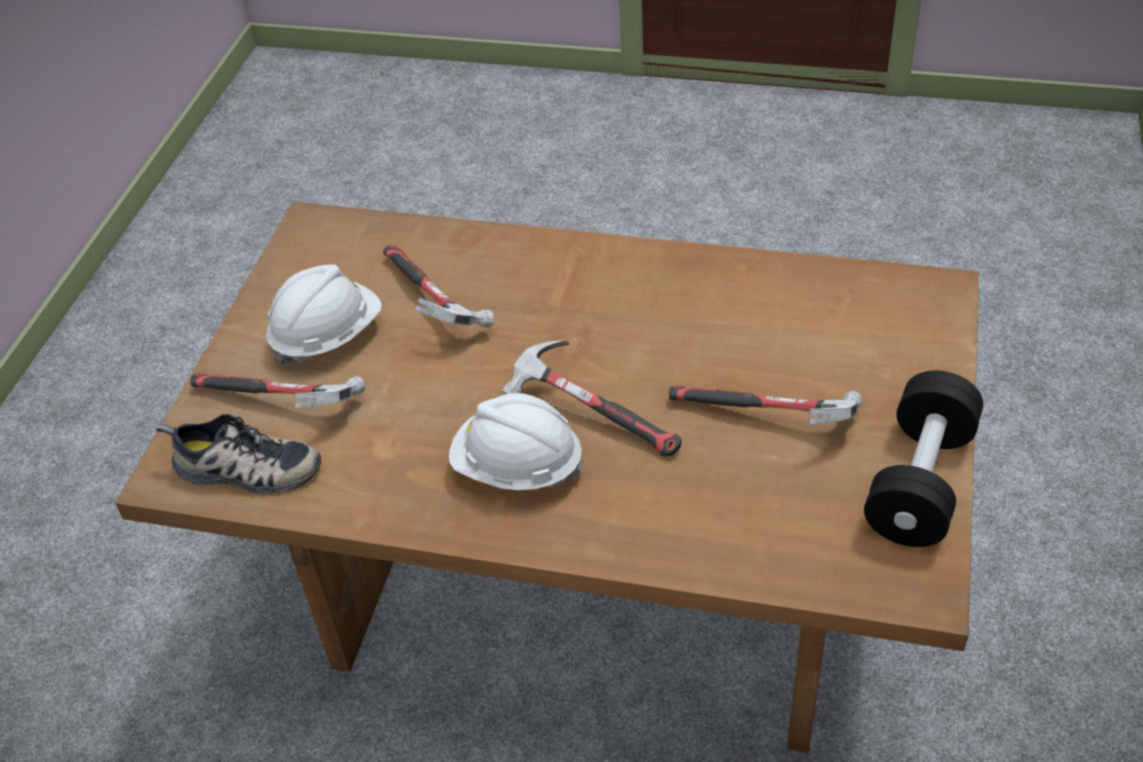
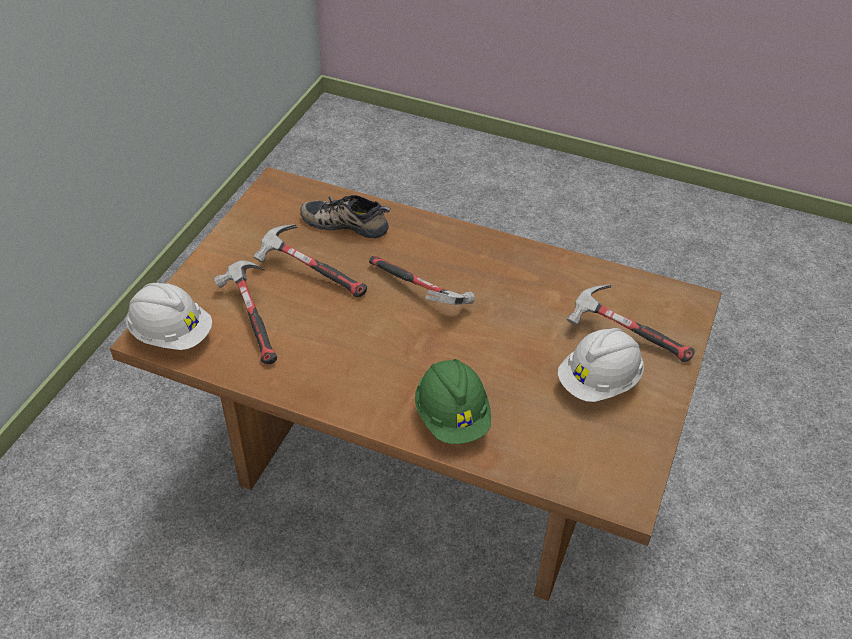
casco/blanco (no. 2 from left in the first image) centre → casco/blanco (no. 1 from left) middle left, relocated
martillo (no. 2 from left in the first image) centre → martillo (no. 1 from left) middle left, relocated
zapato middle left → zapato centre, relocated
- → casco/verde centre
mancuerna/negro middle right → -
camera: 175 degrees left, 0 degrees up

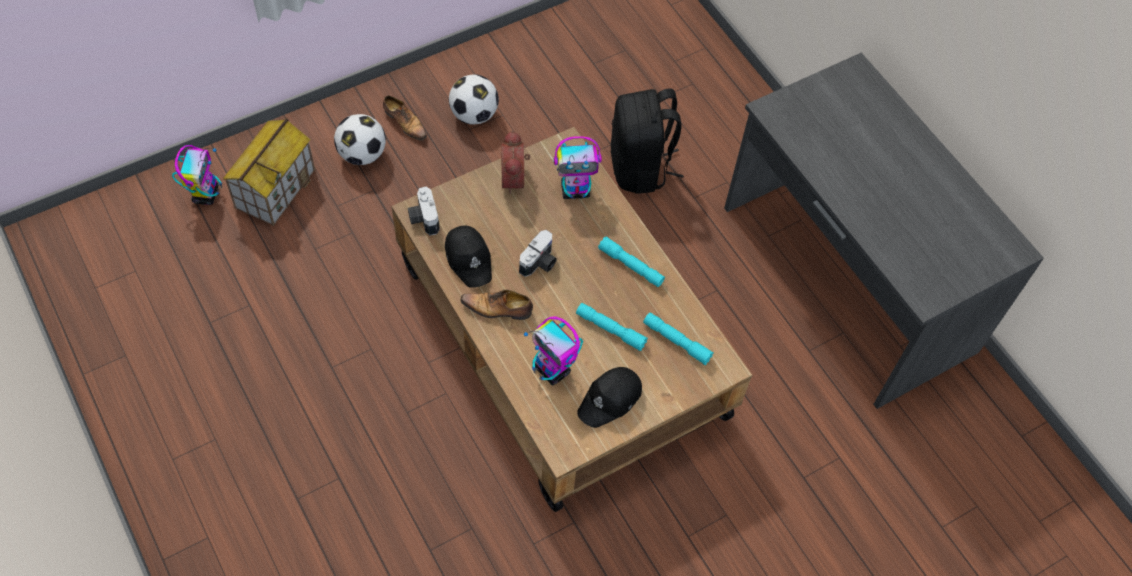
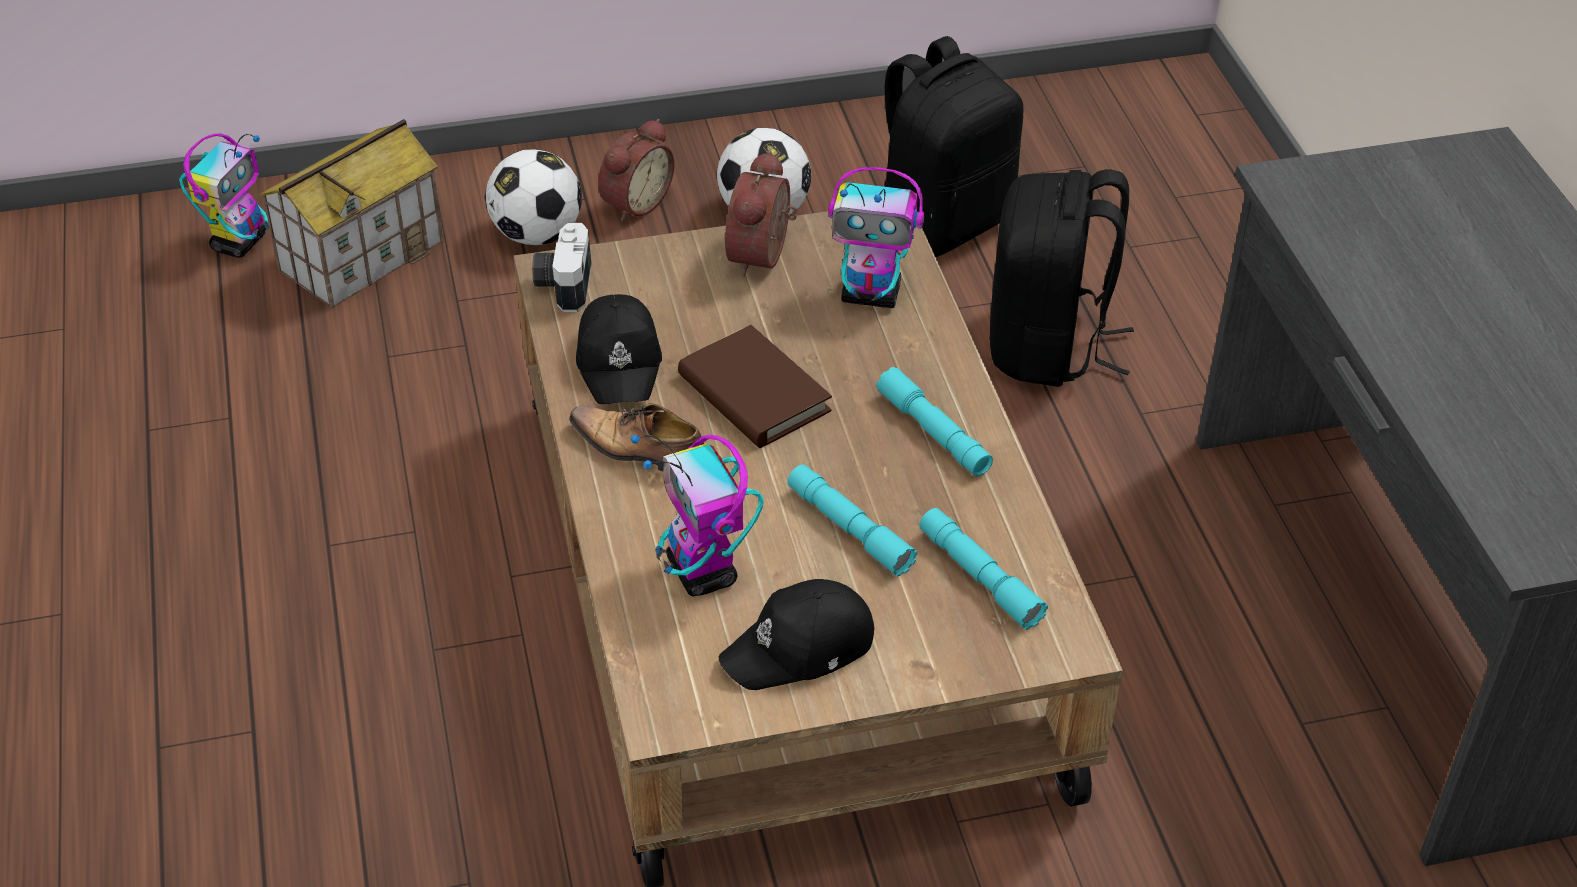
zapato (no. 1 from left) top centre → despertador (no. 1 from left) top centre
cámara (no. 2 from left) centre → libro/marrón centre
- → mochila/negro (no. 1 from left) top centre
camera: 20 degrees right, 15 degrees down

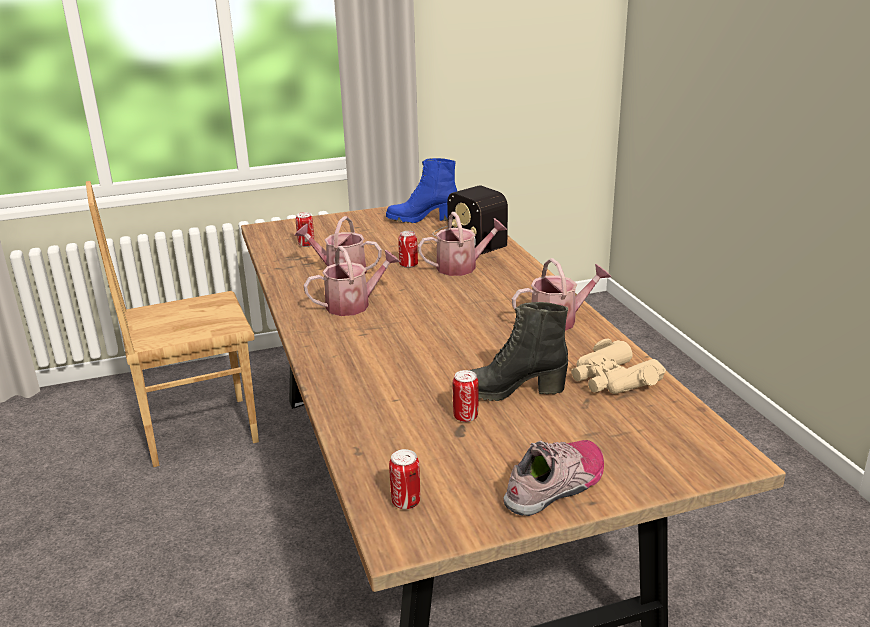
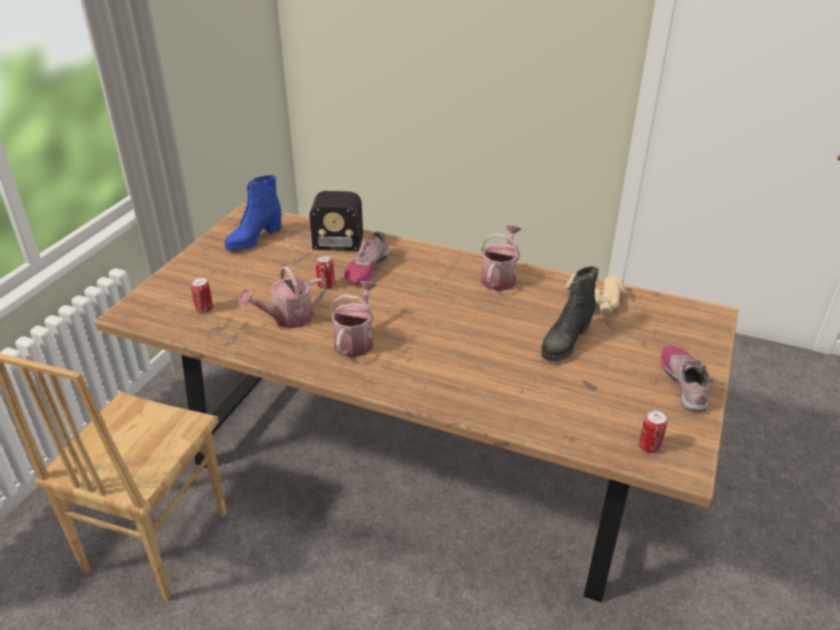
regadera (no. 3 from left) centre → zapato (no. 1 from left) centre
lata (no. 4 from left) centre → -
camera: 50 degrees left, 10 degrees up

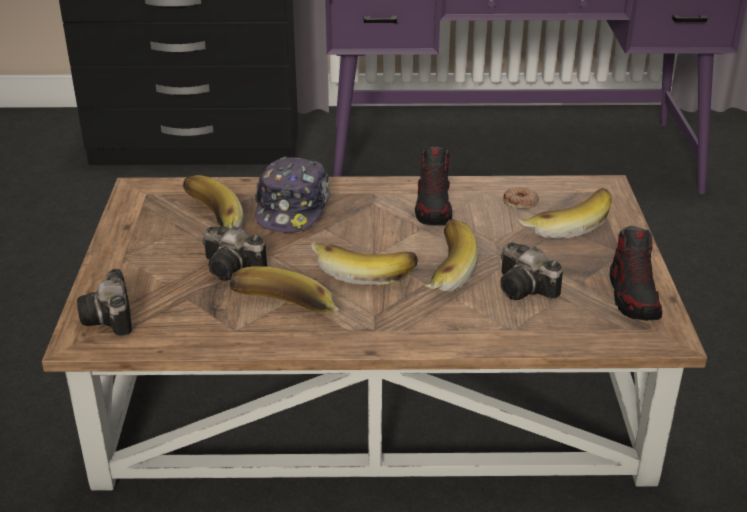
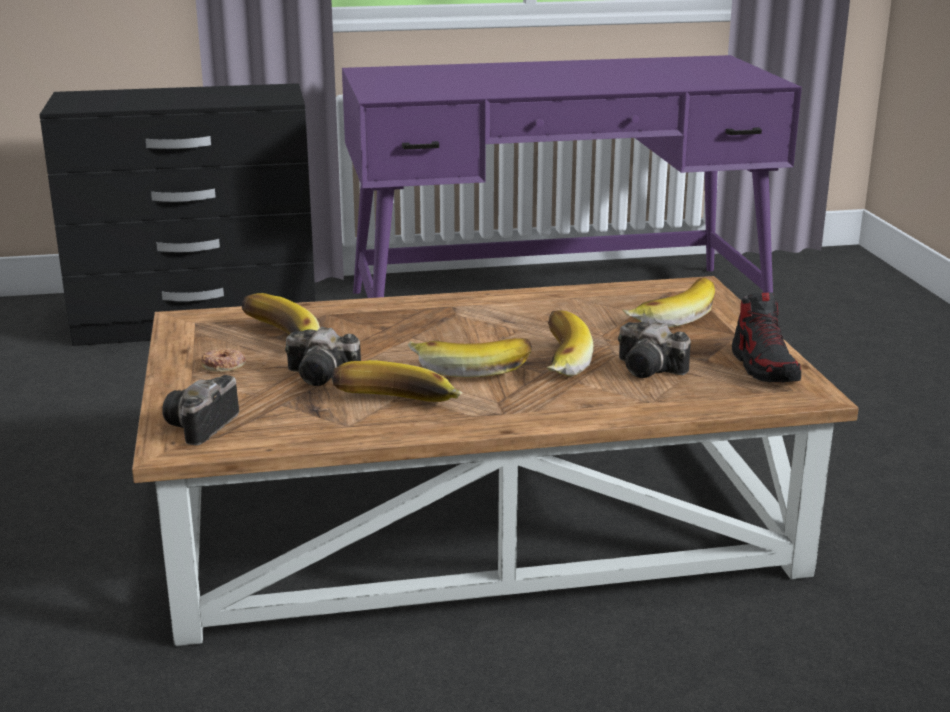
cámara (no. 1 from left) middle left, 45 degrees clockwise
rosquilla middle right → rosquilla middle left, relocated
gorra centre → -
zapato (no. 1 from left) centre → -
camera: 10 degrees left, 10 degrees down

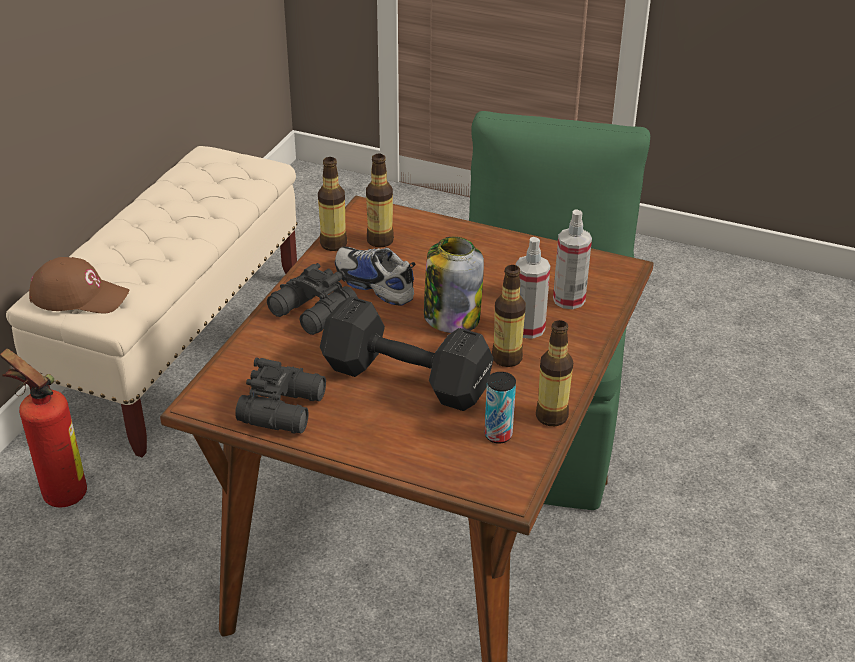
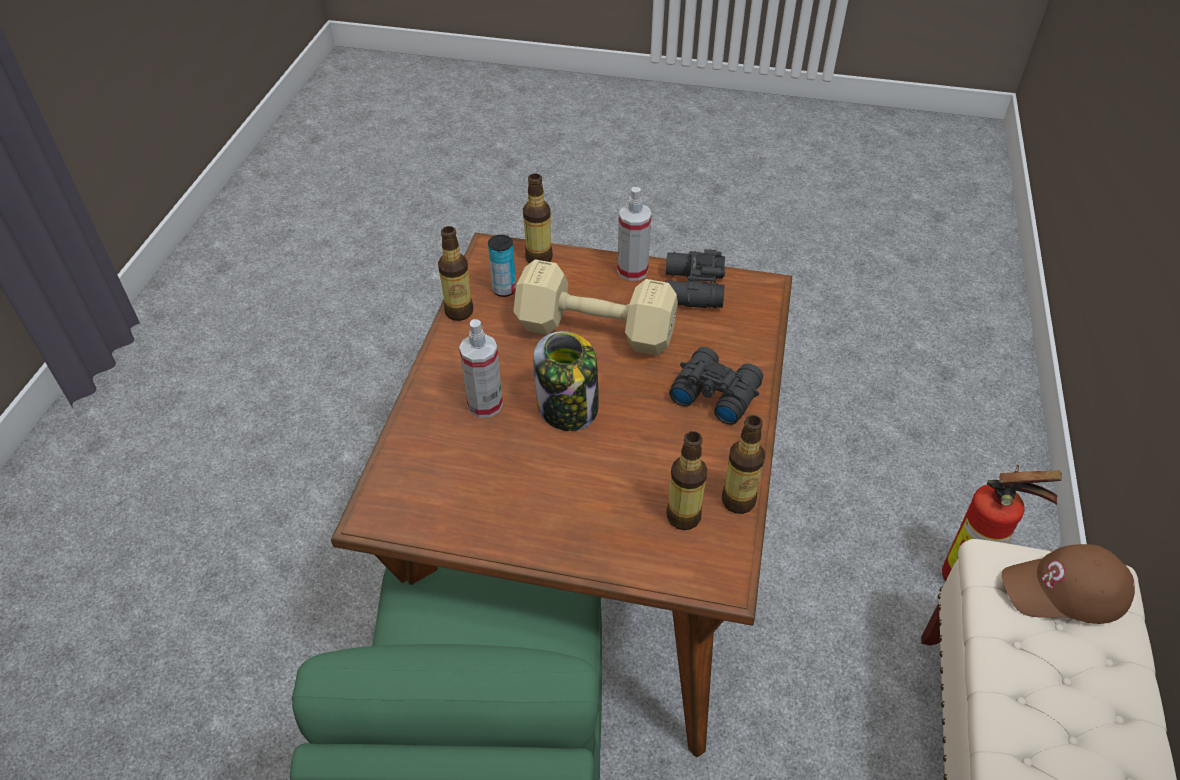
mancuerna/negro centre → mancuerna/beis centre
botella (no. 3 from left in the first image) centre → botella (no. 2 from left) top centre, relocated
pulverizador (no. 2 from left) middle right → pulverizador (no. 2 from left) top centre, relocated
zapato centre → -
camera: 170 degrees right, 10 degrees up

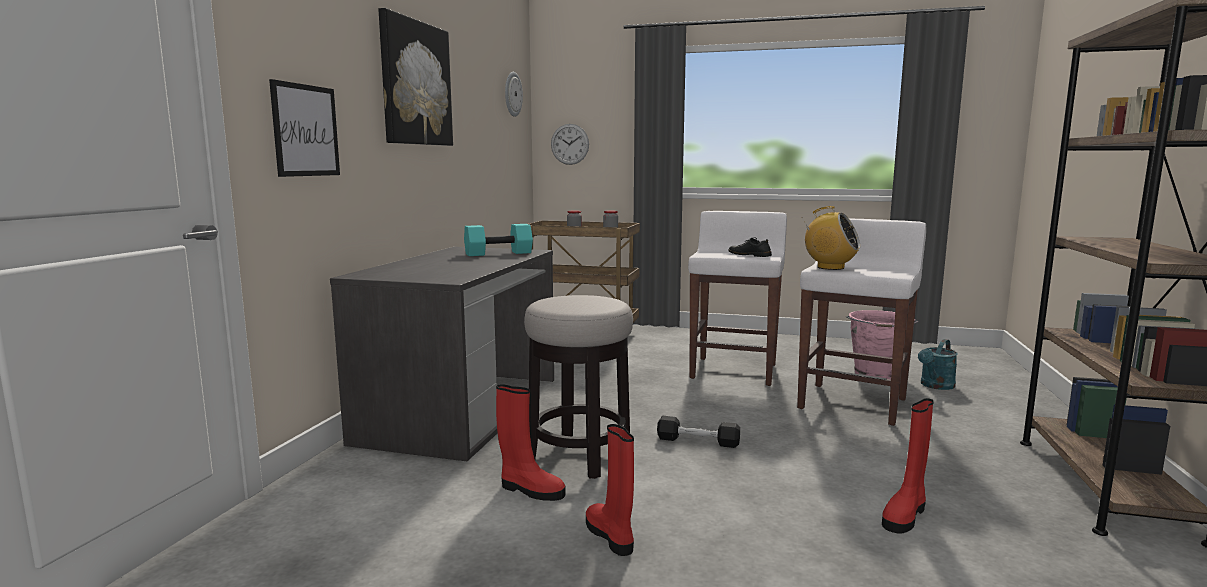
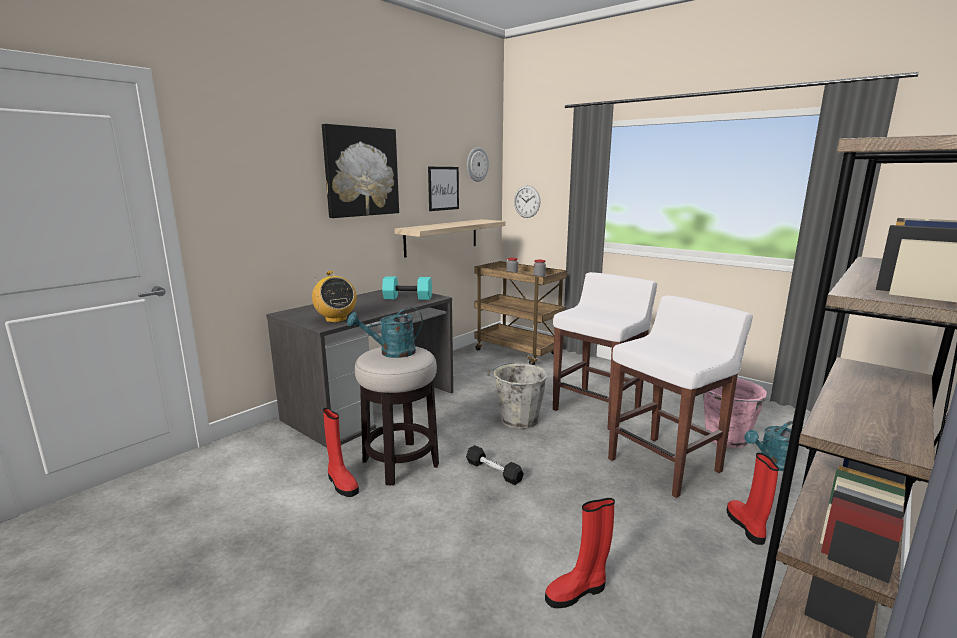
radio middle right → radio centre, relocated
- → regadera/turquesa (no. 1 from left) centre
- → estante centre
cuadro (no. 1 from left in the first image) top left → cuadro (no. 2 from left) top centre, relocated
- → cubo/gris centre
bota/rojo (no. 2 from left in the first image) bottom centre → bota/rojo (no. 3 from left) bottom right, relocated
zapato/negro centre → -
camera: 25 degrees right, 5 degrees up

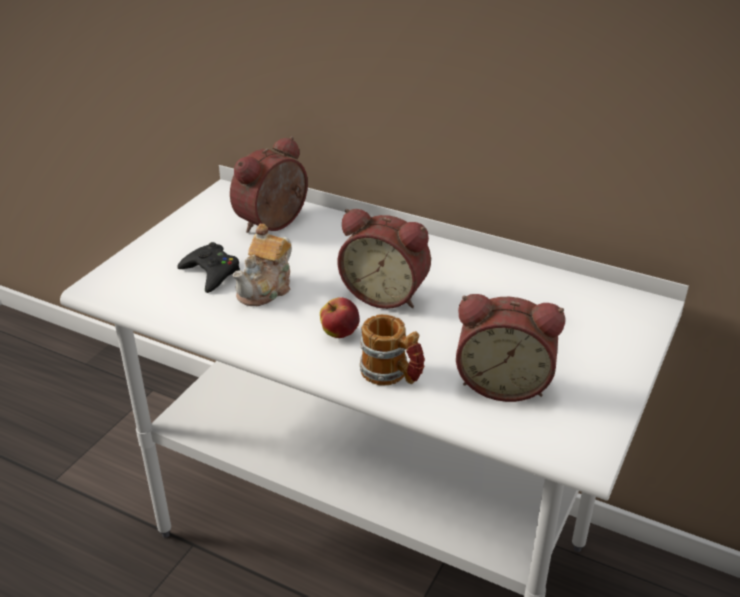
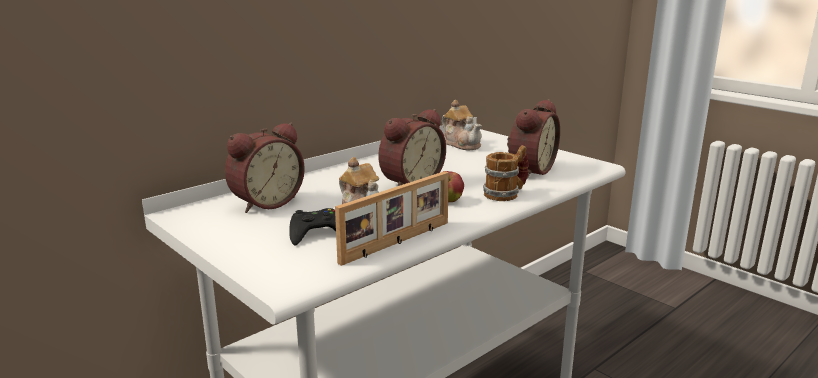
despertador (no. 1 from left) top centre → despertador (no. 1 from left) middle left, 105 degrees counterclockwise
- → portarretratos centre
- → tetera (no. 2 from left) top centre
camera: 70 degrees left, 15 degrees down

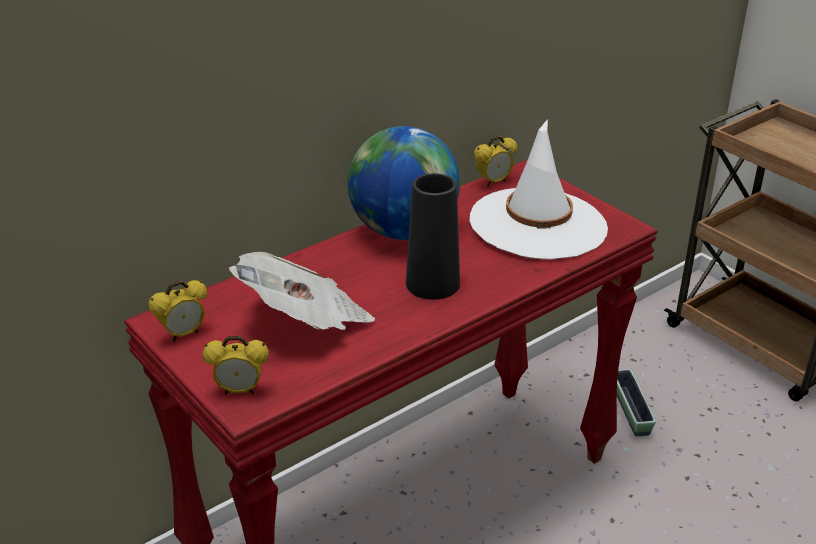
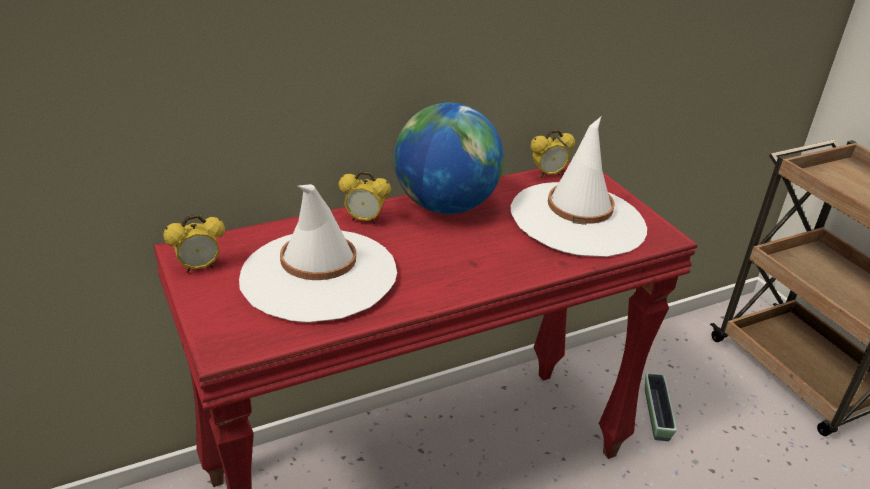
periódico centre → sombrero/blanco (no. 1 from left) centre
despertador (no. 2 from left) bottom left → despertador (no. 2 from left) centre, relocated
florero/negro centre → -
camera: 10 degrees right, 0 degrees up

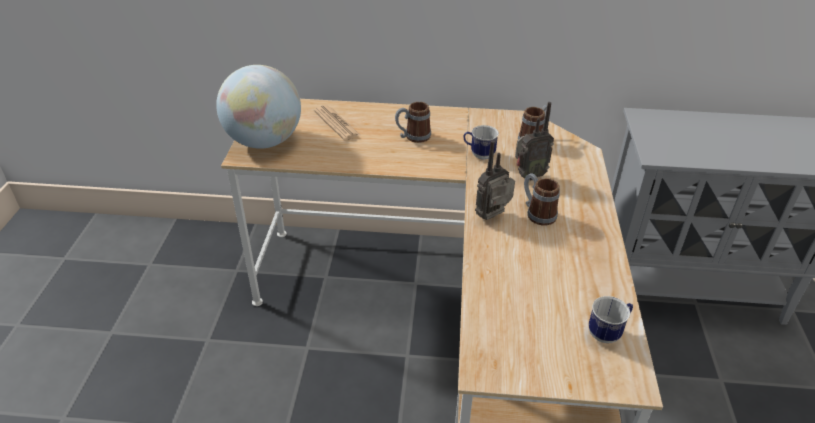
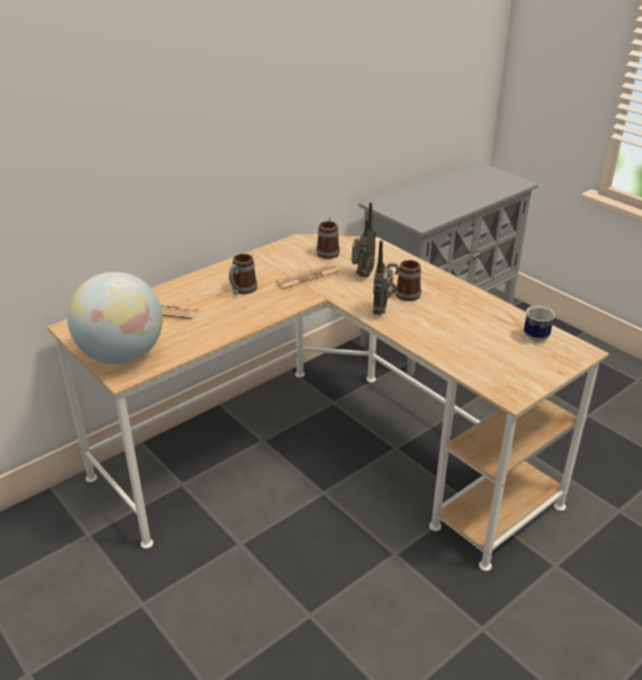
taza grande (no. 2 from left) centre → periódico (no. 2 from left) centre
camera: 45 degrees left, 5 degrees down

